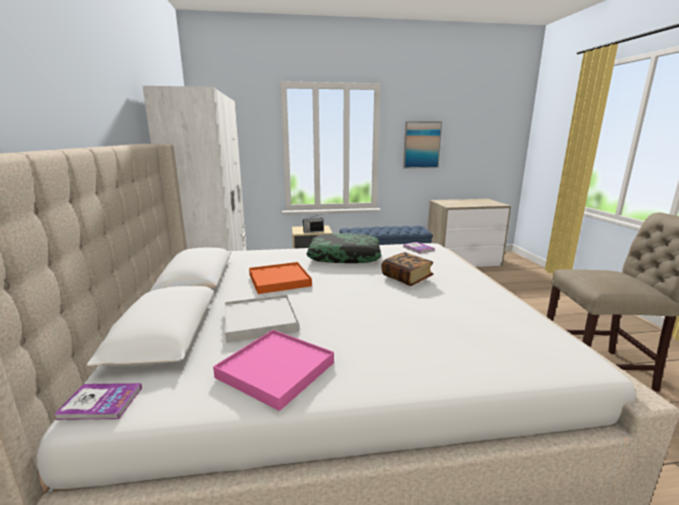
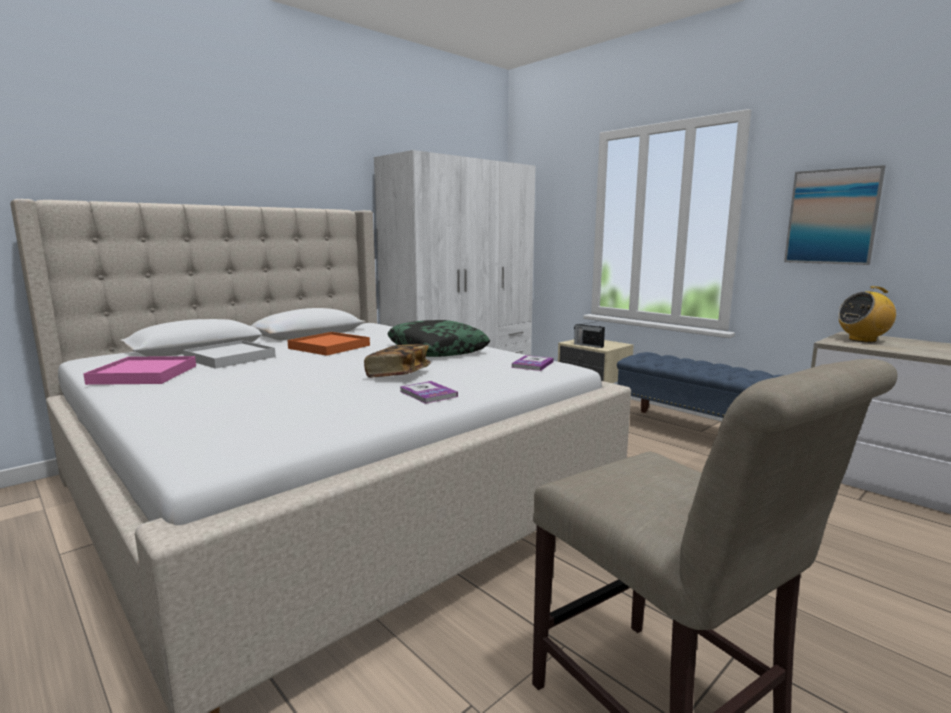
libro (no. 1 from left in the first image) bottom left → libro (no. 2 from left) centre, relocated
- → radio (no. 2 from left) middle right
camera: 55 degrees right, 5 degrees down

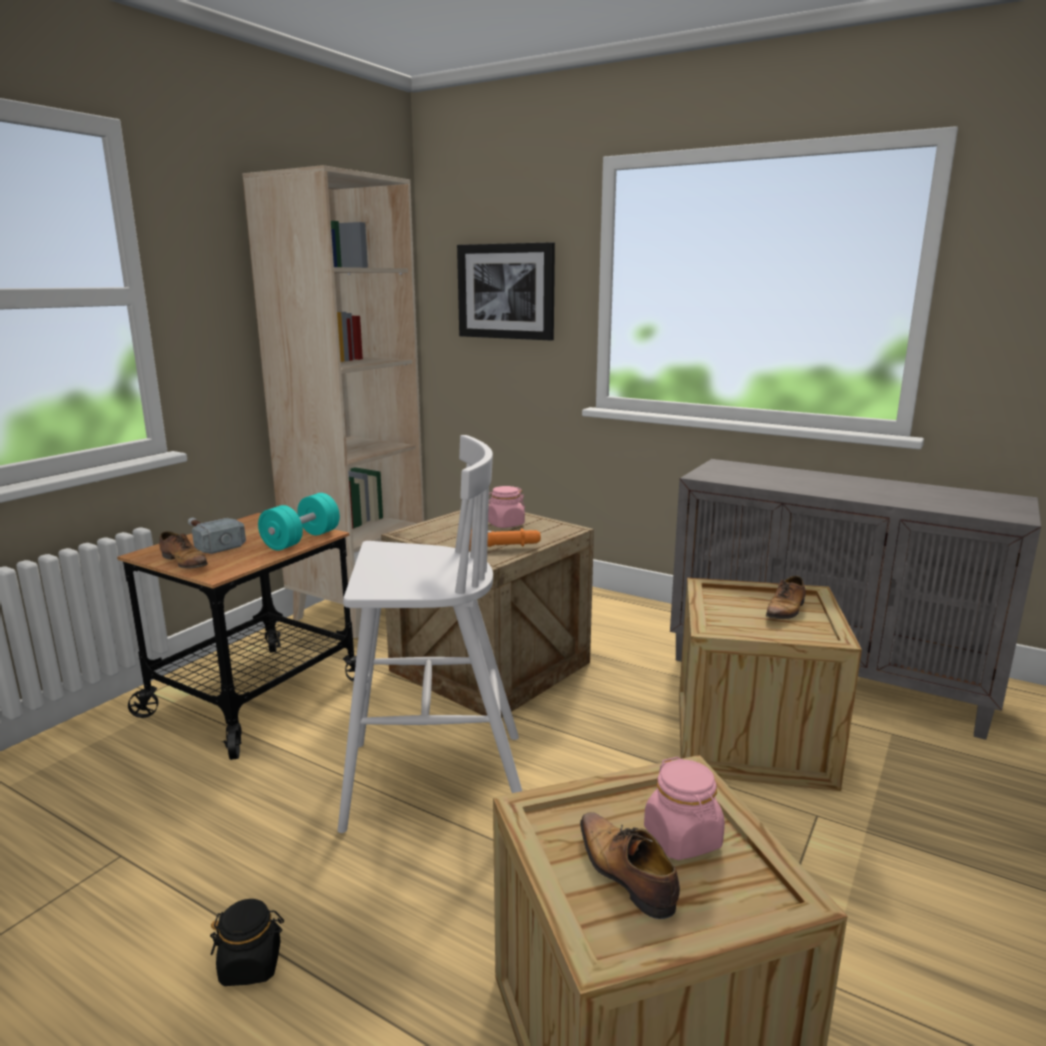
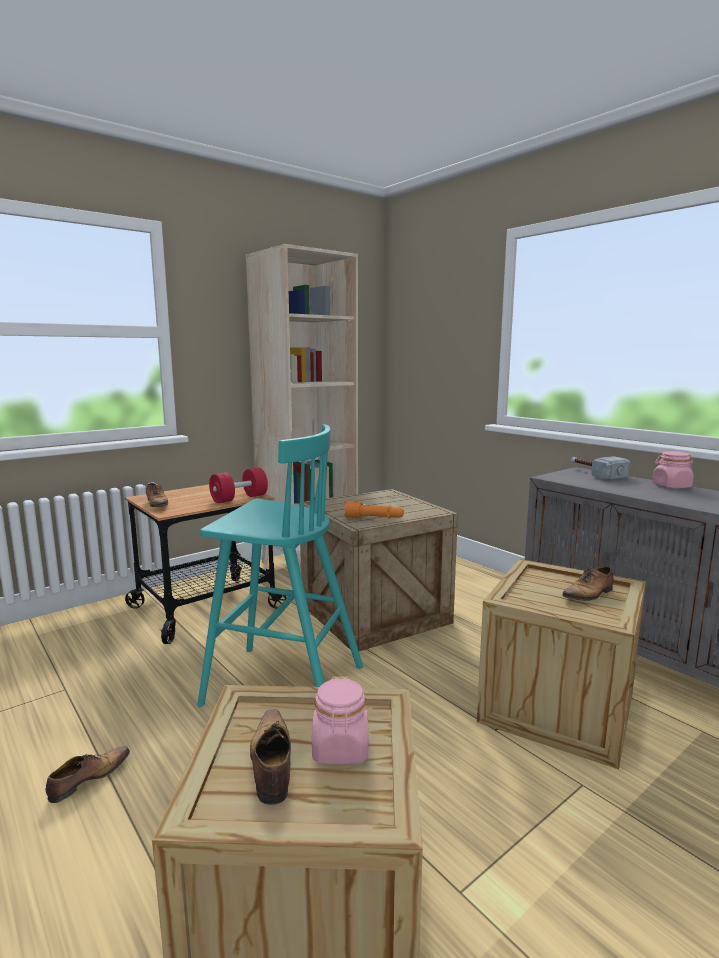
tarro/negro bottom left → zapato (no. 1 from left) bottom left
taburete/blanco centre → taburete/turquesa centre
mancuerna/turquesa middle left → mancuerna/rojo middle left
martillo middle left → martillo middle right, relocated
tarro/rosa (no. 1 from left in the first image) centre → tarro/rosa (no. 2 from left) middle right, relocated
cuadro top centre → -
camera: 20 degrees right, 5 degrees down

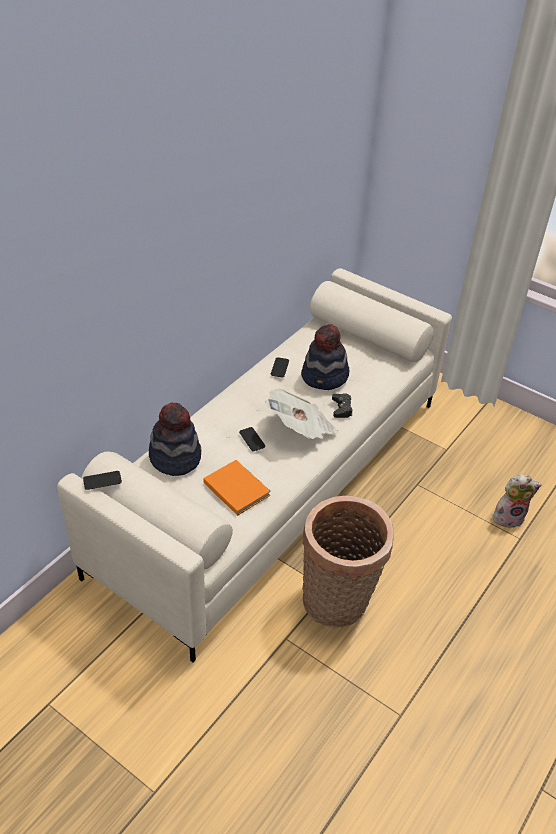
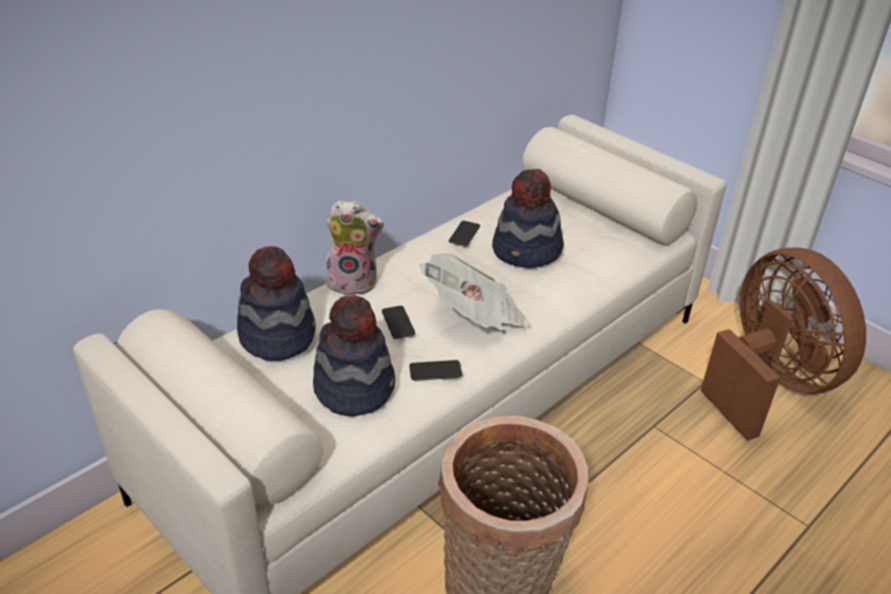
libro/naranja centre → sombrero (no. 2 from left) centre
peluche middle right → peluche centre, relocated
móvil (no. 1 from left in the first image) middle left → móvil (no. 2 from left) centre, relocated
- → ventilador/marrón middle right
mando de consola/negro centre → -
camera: 10 degrees right, 5 degrees down

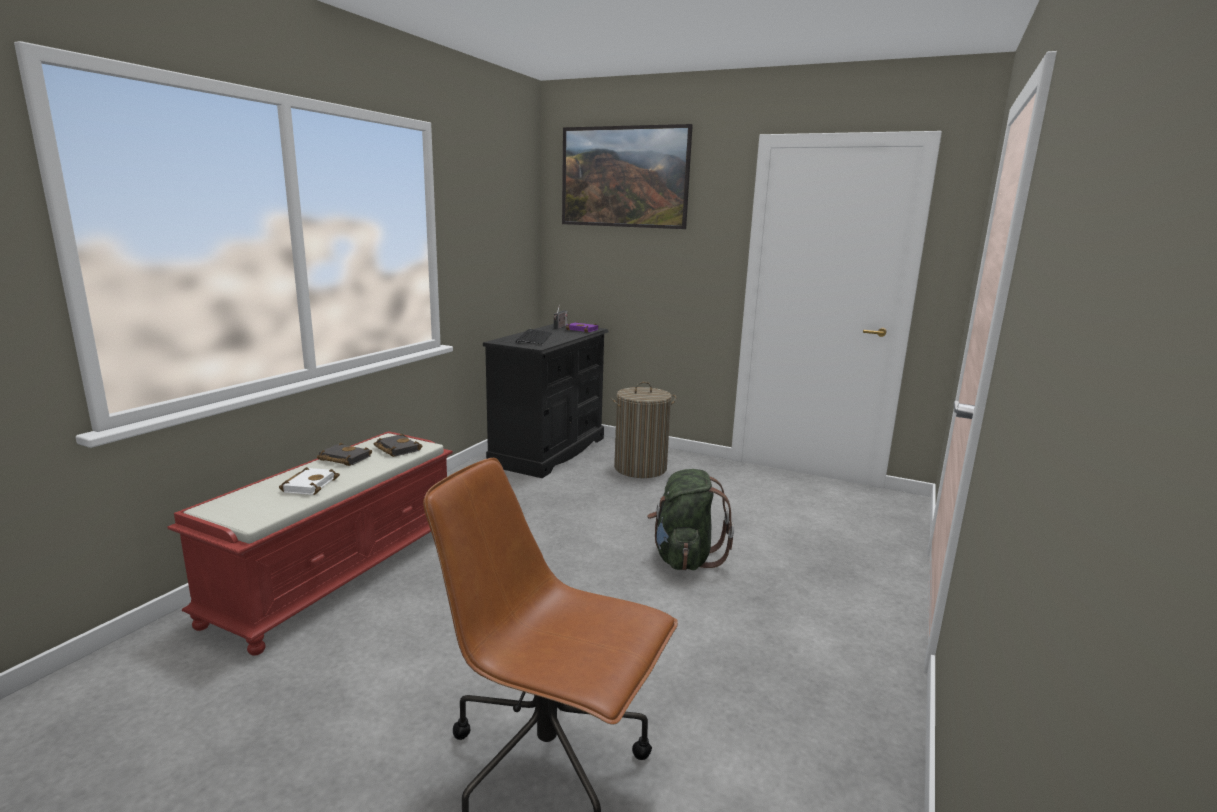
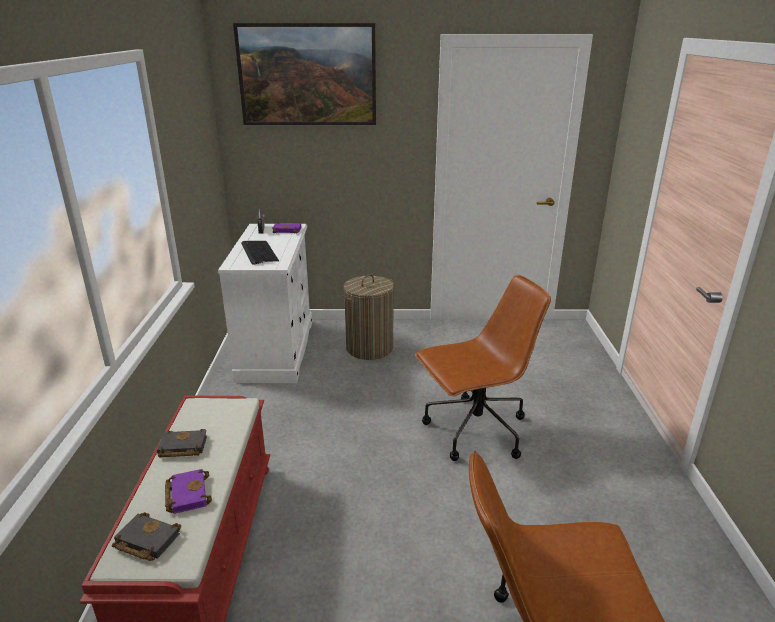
libro/negro (no. 2 from left in the first image) middle left → libro/negro (no. 1 from left) bottom left, relocated
libro/blanco middle left → libro/morado (no. 1 from left) bottom left
cómoda/negro centre → cómoda/blanco centre
mochila/verde centre → silla de oficina/marrón (no. 1 from left) centre
camera: 25 degrees left, 10 degrees up

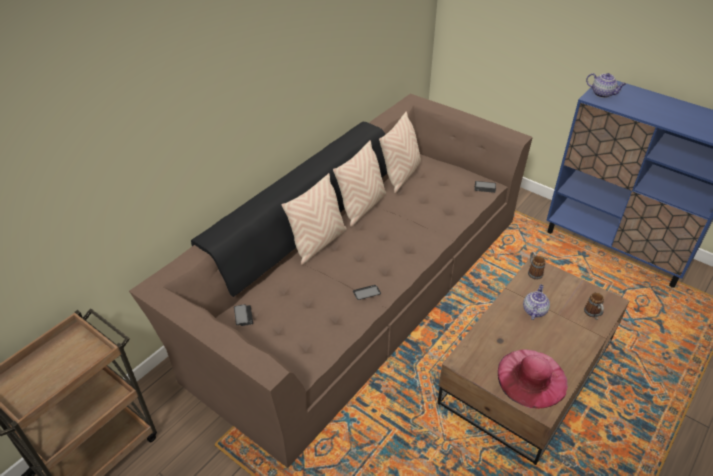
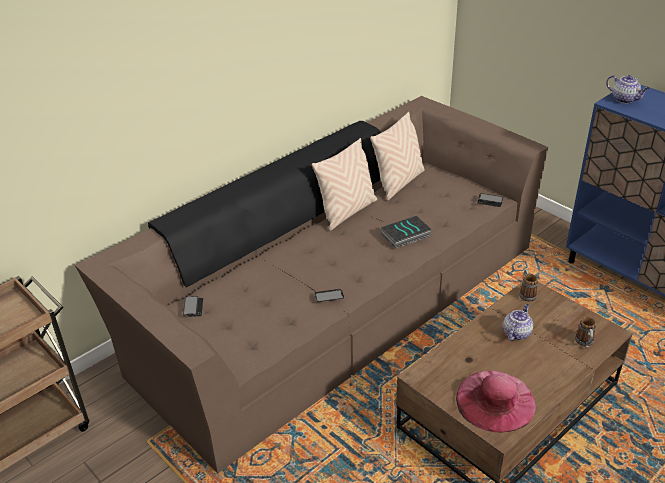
- → libro centre
cojín/beis (no. 1 from left) centre → -
camera: 10 degrees right, 5 degrees down

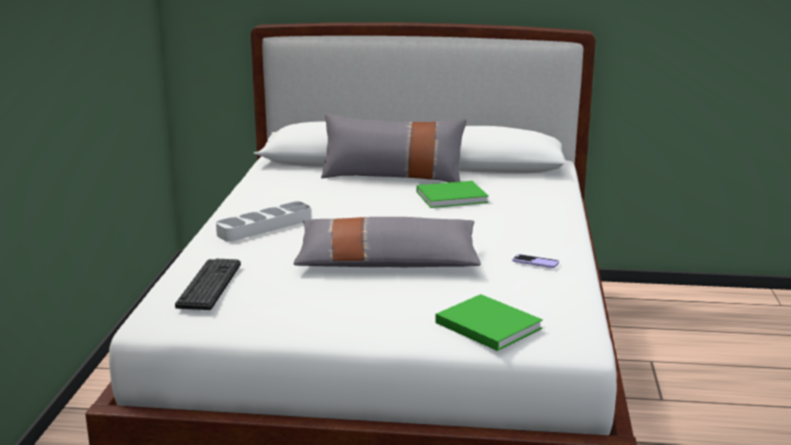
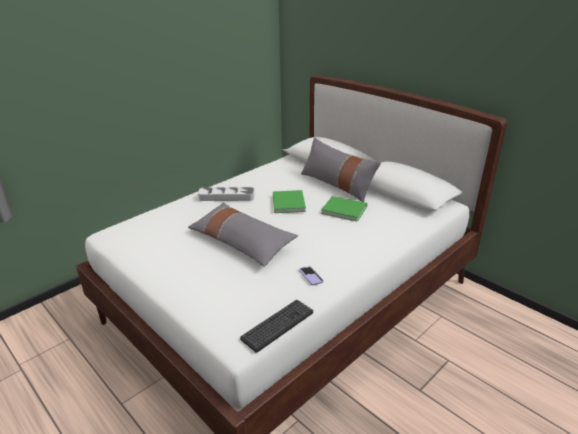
teclado middle left → teclado bottom centre, relocated
libro/verde (no. 2 from left in the first image) bottom centre → libro/verde (no. 1 from left) centre, relocated
camera: 40 degrees right, 10 degrees up

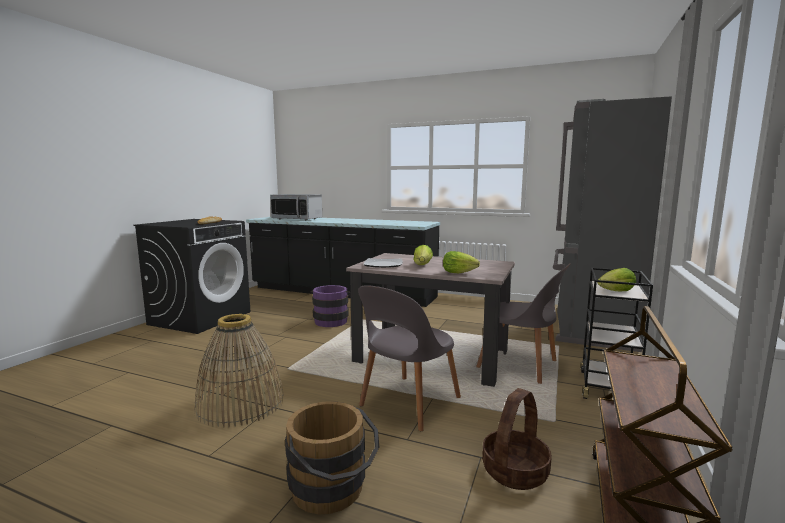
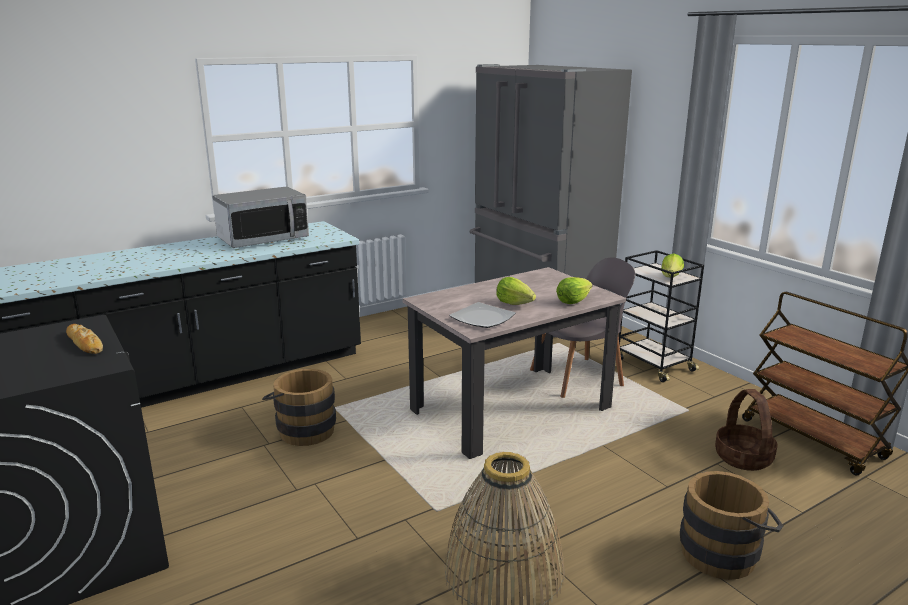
microondas centre → microondas middle left, relocated
cubo/morado centre → cubo/marrón (no. 1 from left) bottom left
silla/gris (no. 1 from left) bottom centre → -
camera: 55 degrees left, 10 degrees up

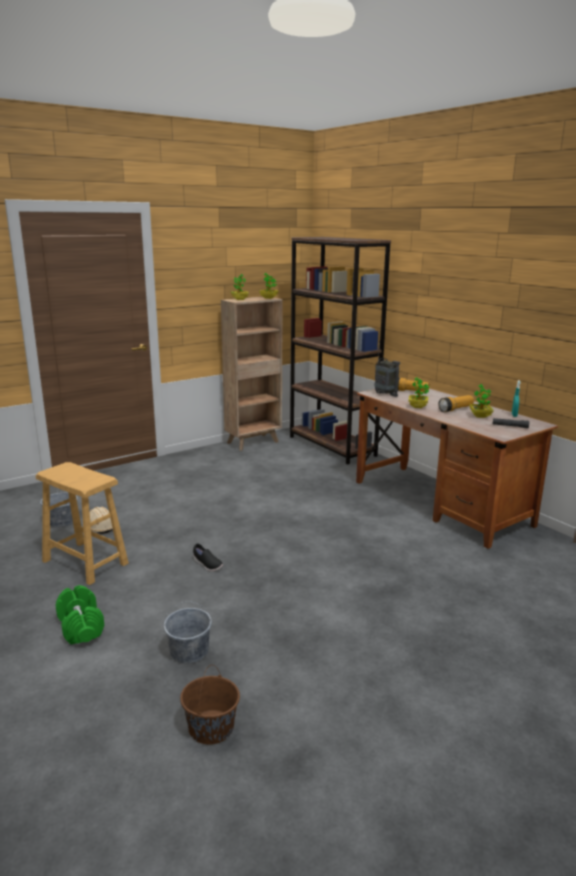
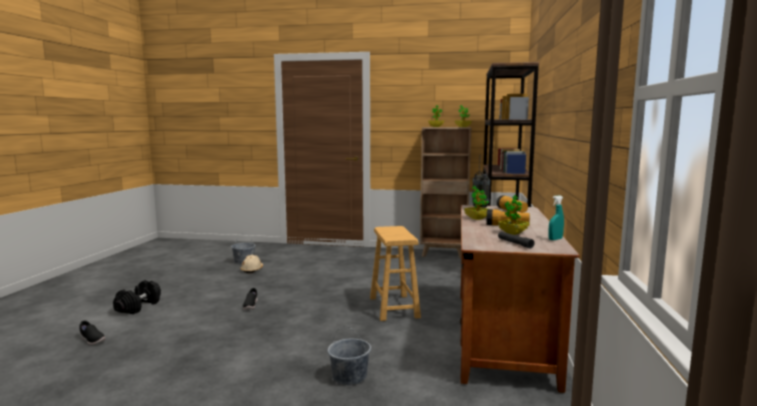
- → zapato/negro (no. 1 from left) bottom left
mancuerna/verde bottom left → mancuerna/negro bottom left
cubo/gris (no. 2 from left) bottom left → cubo/gris (no. 2 from left) bottom centre, relocated
taburete/marrón middle left → taburete/marrón bottom centre, relocated
cubo/marrón bottom centre → -
camera: 45 degrees right, 10 degrees down

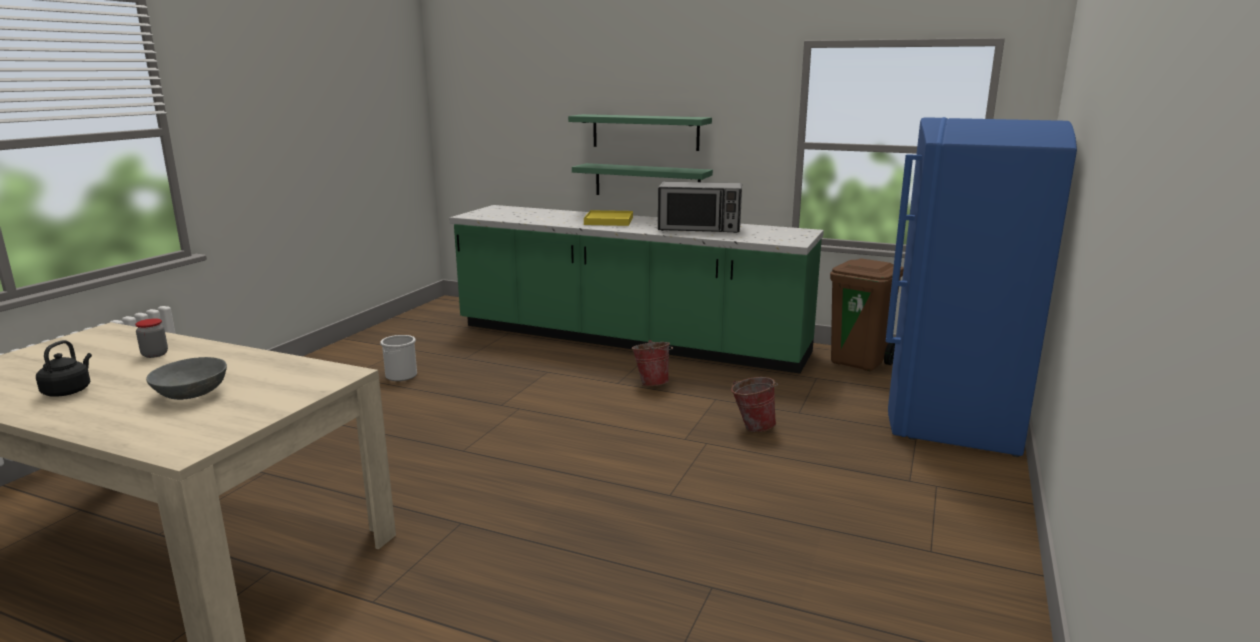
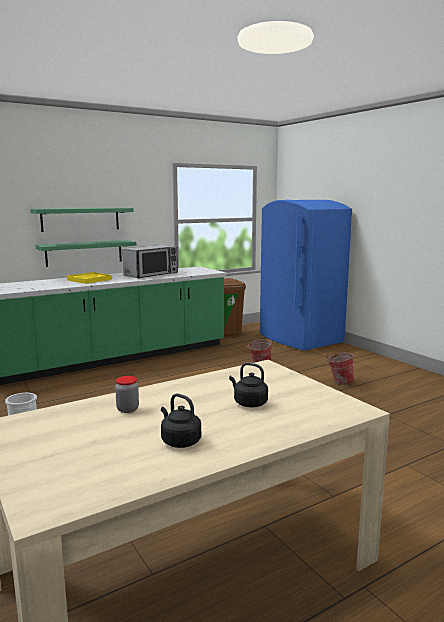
cuenco/gris middle left → hervidor/negro (no. 2 from left) centre
cubo (no. 2 from left in the first image) centre → cubo (no. 3 from left) middle right, relocated
camera: 55 degrees left, 5 degrees down

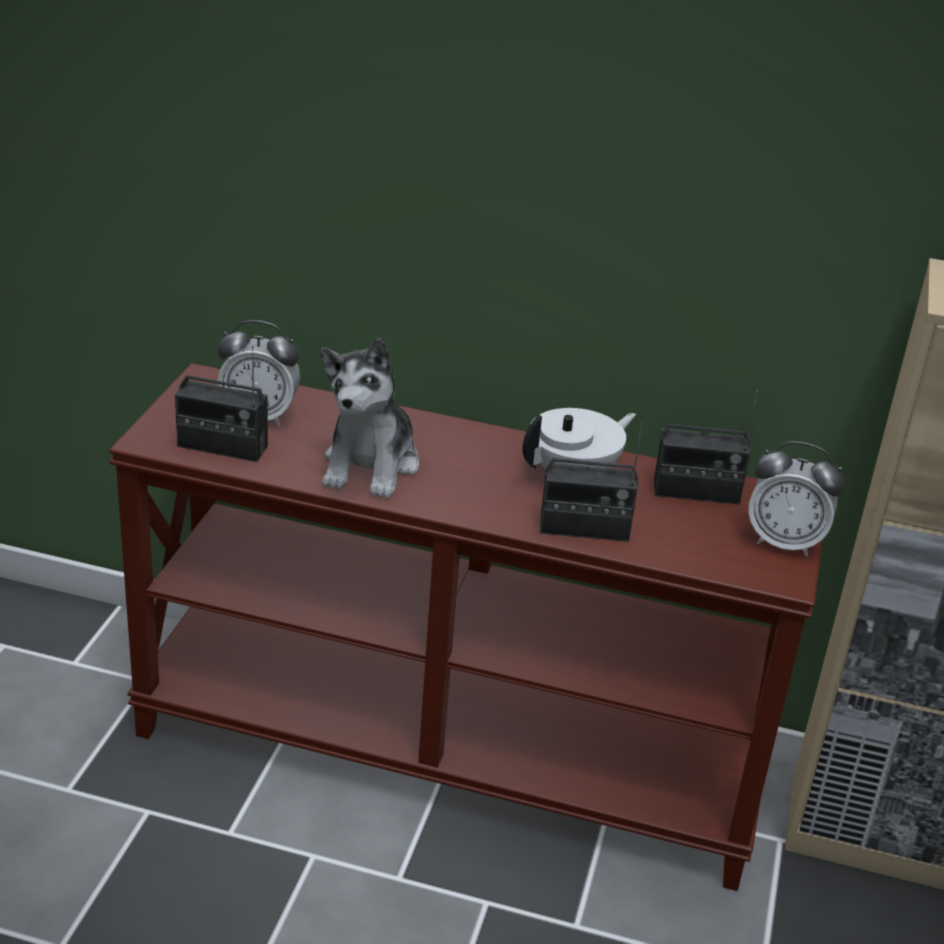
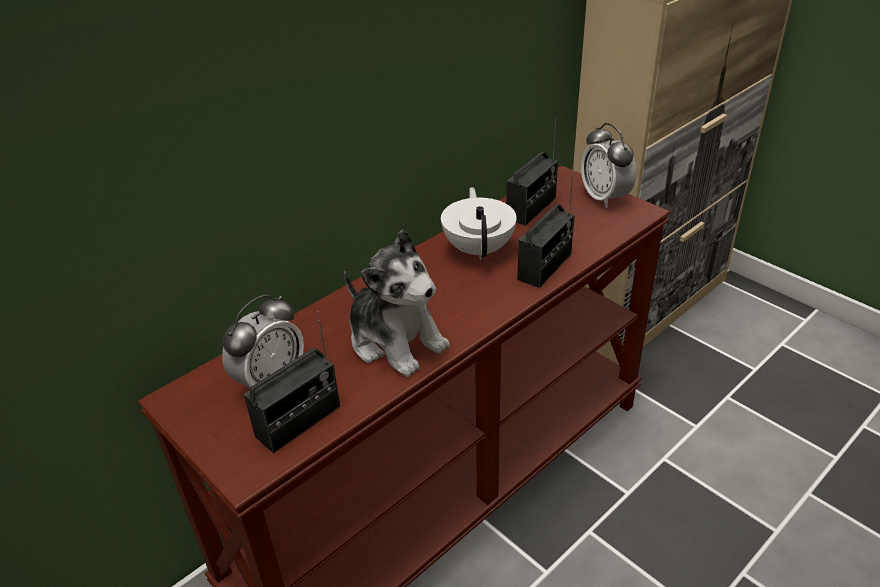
despertador (no. 2 from left) middle right → despertador (no. 2 from left) top right, 105 degrees clockwise
camera: 55 degrees left, 5 degrees up

